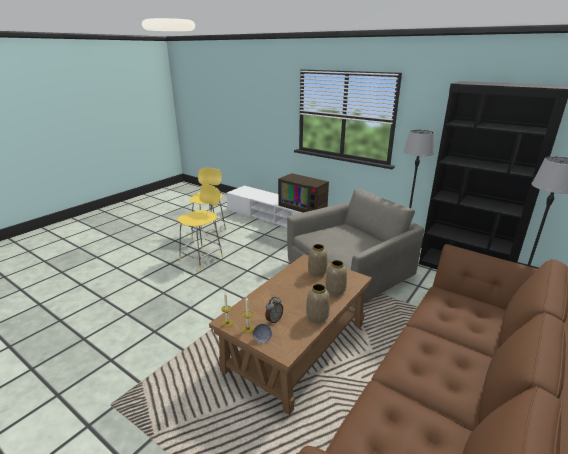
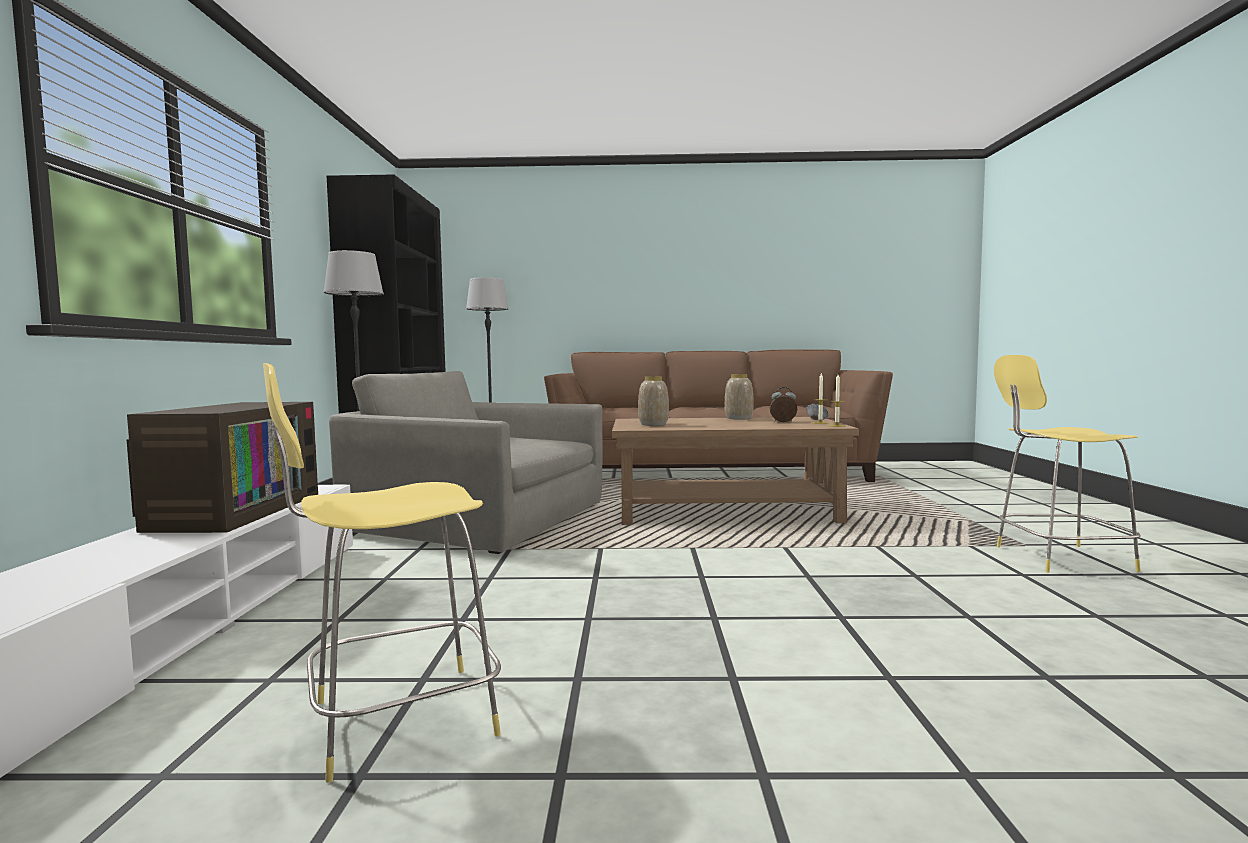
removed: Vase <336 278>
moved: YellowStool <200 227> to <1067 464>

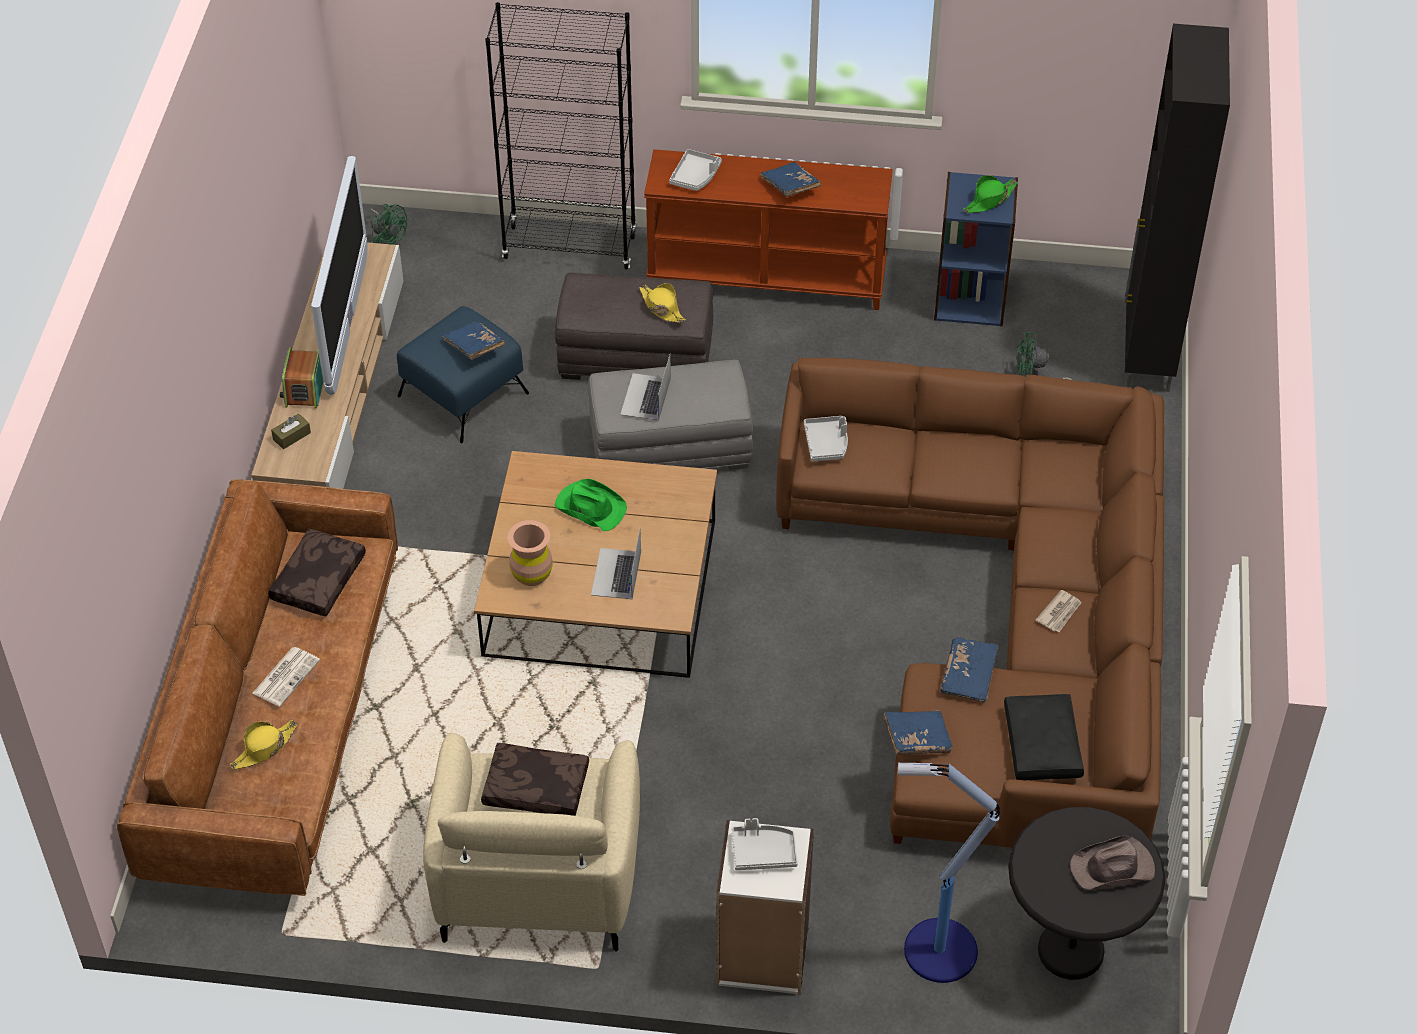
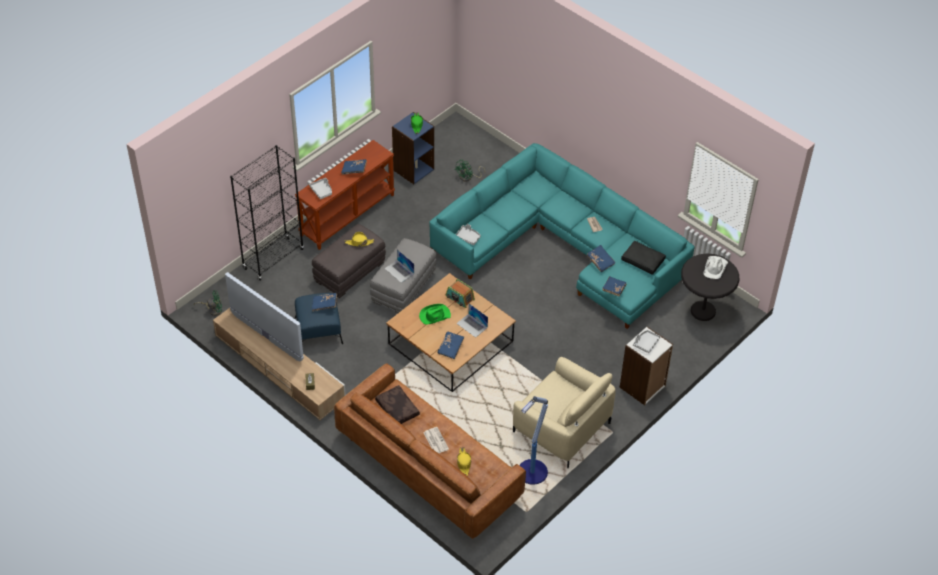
removed: BrownPillow <535 779>; BlackCabinet <1177 208>
moved: Radio <301 378> to <460 293>; FloorLamp <949 873> to <533 440>
replaced: BrownVase <530 553> to BlueBook <450 345>
recoloured: BrownSofa <970 603> to TurquoiseSofa <562 236>; BrownHat <1112 863> to WhiteHat <715 267>

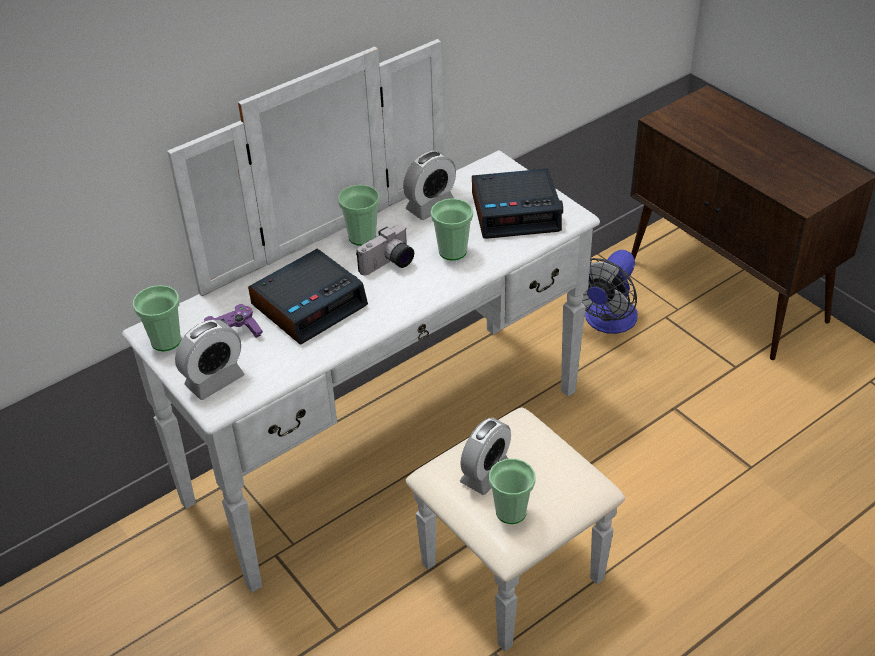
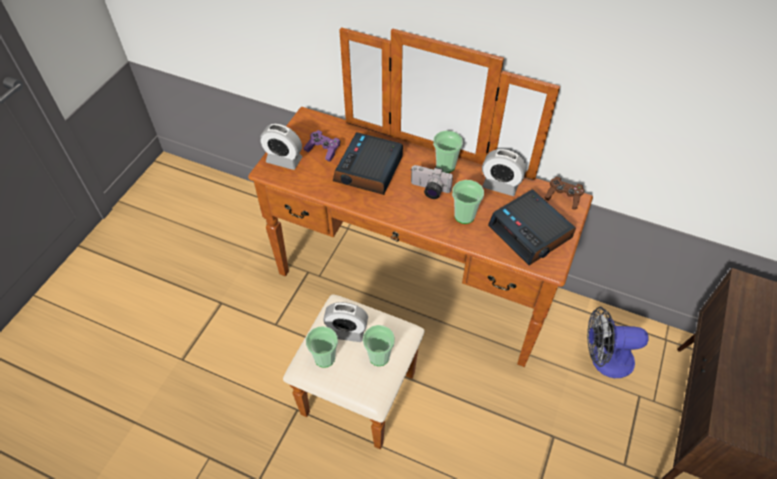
added: BrownGameController <564 193>
moved: Cup <157 318> to <379 345>
recoloured: WhiteDresser <373 345> to BrownDresser <420 238>
turned: AlarmClock <308 297> = <368 163> 90 degrees clockwise

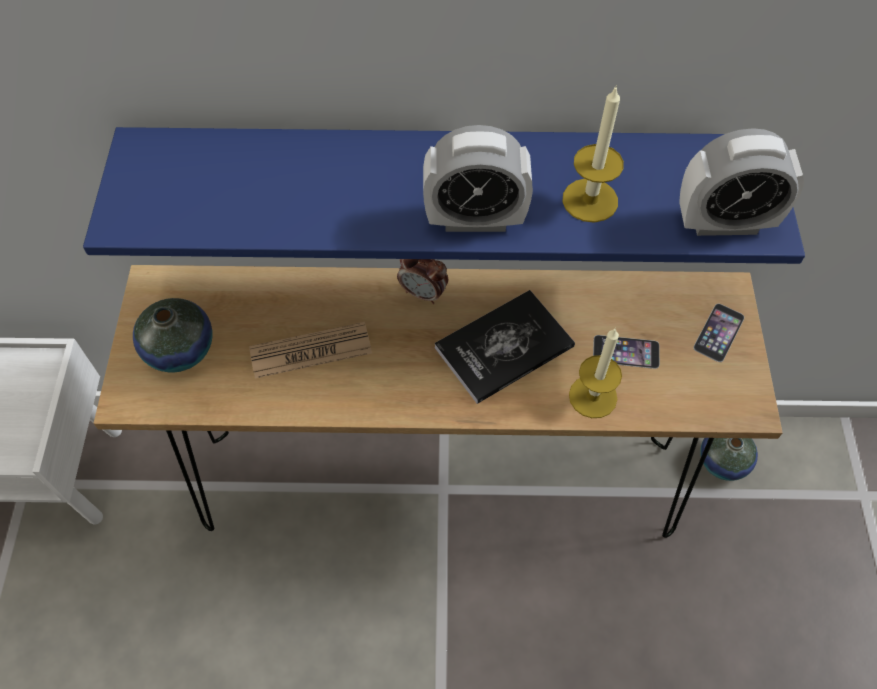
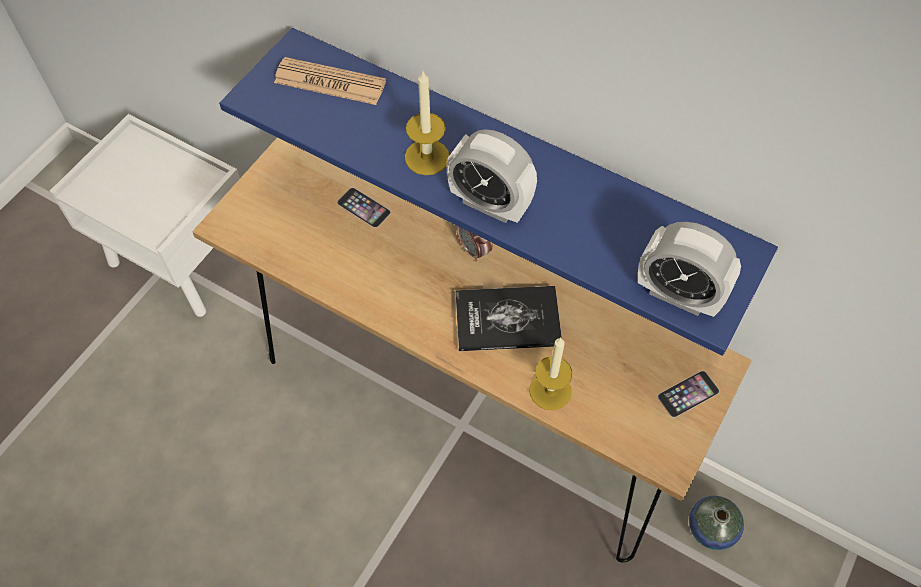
removed: Vase <173 335>
moved: Newspaper <310 350> to <330 81>; Candle <593 154> to <427 123>; Phone <626 352> to <364 208>

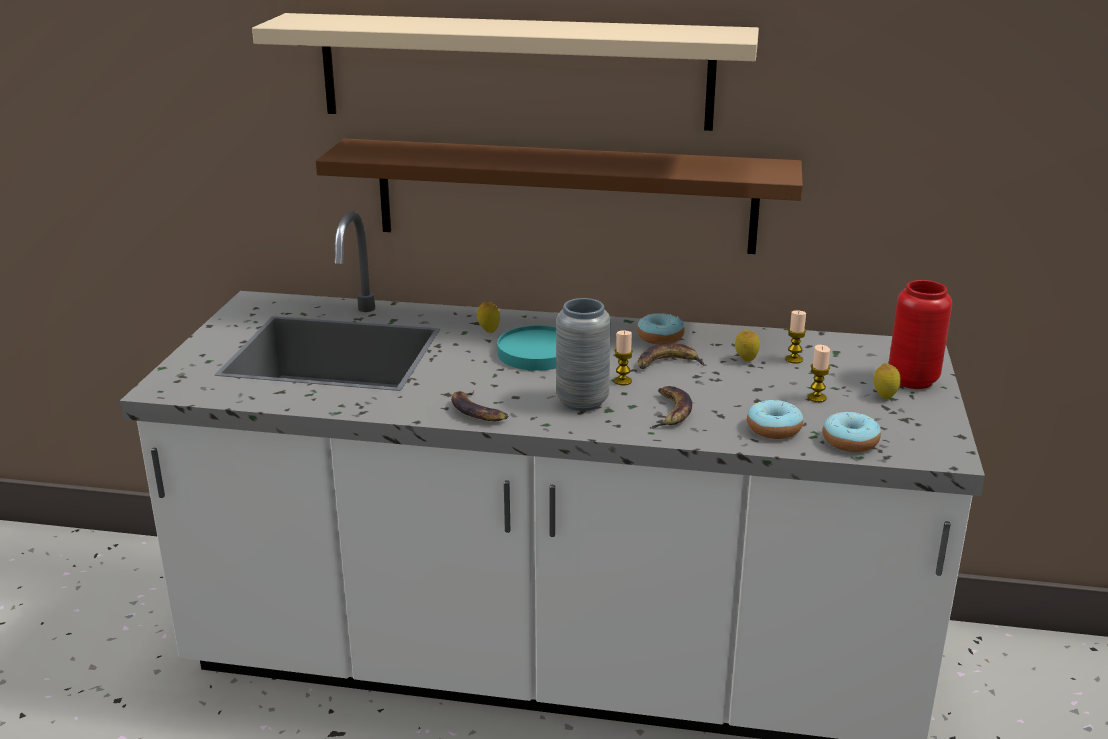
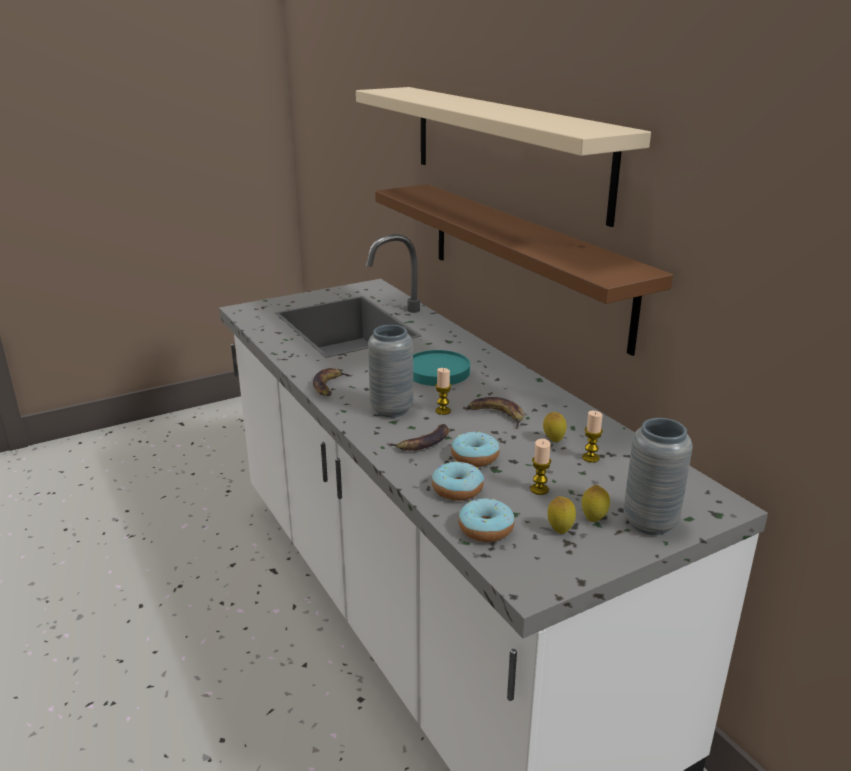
moved: Lemon <488 317> to <561 515>; Donut <661 329> to <475 449>
recoloured: RedVase <920 334> to GreyVase <657 476>

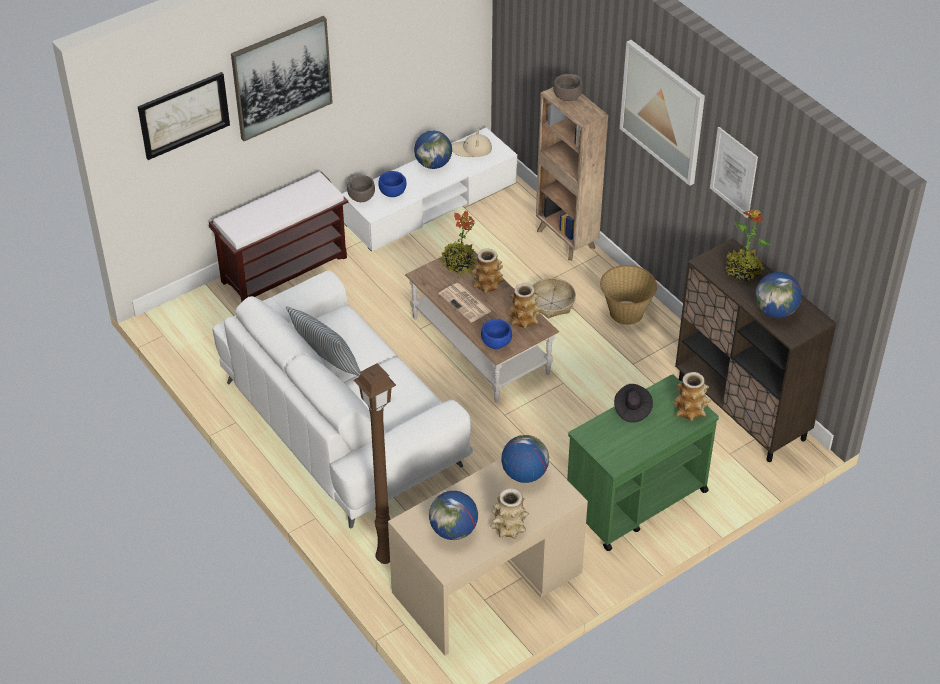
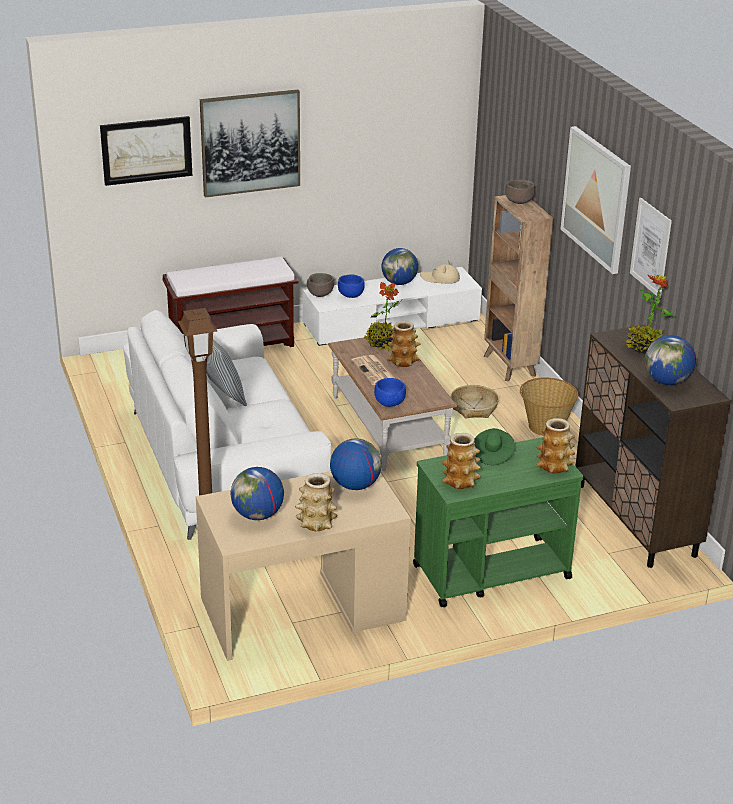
moved: Vase <525 306> to <461 461>
recoloured: BlackHat <633 403> to GreenHat <494 446>

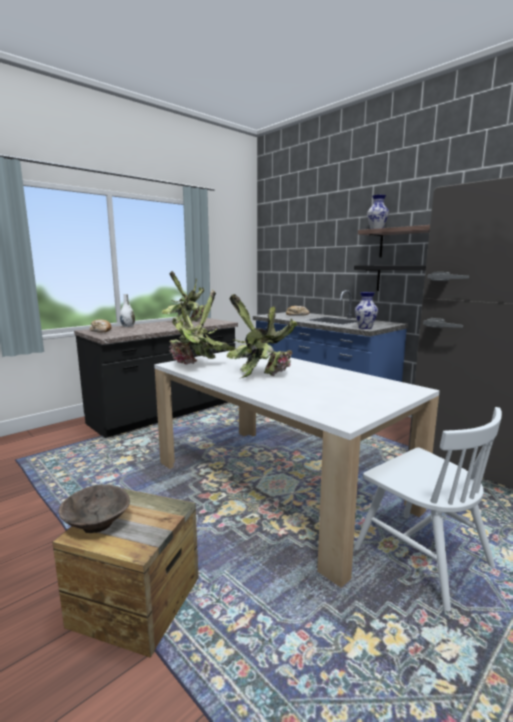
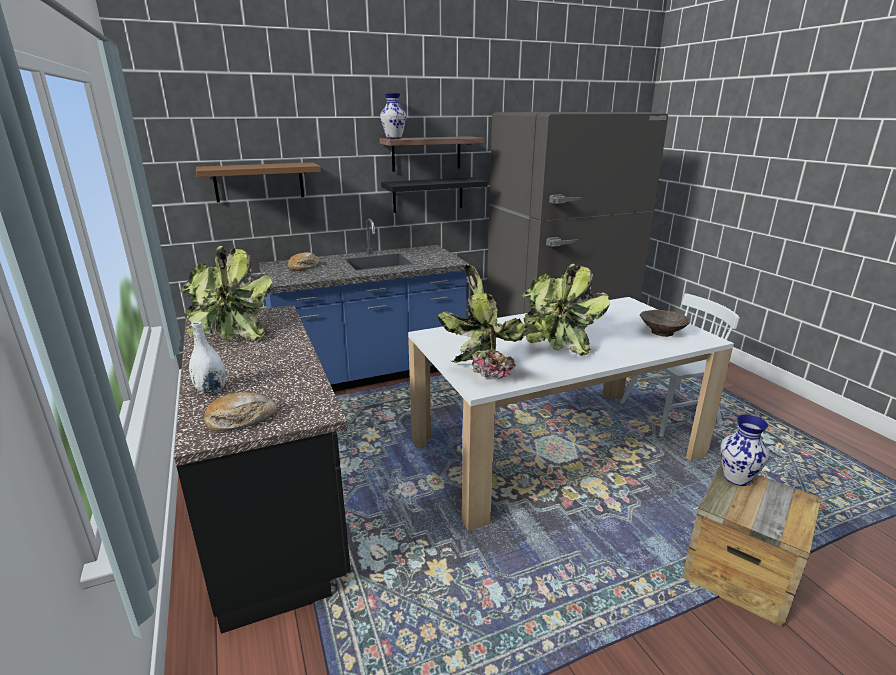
added: BrownShelf <258 182>
moved: BrownBowl <94 508> to <665 323>; Vase <366 310> to <744 450>

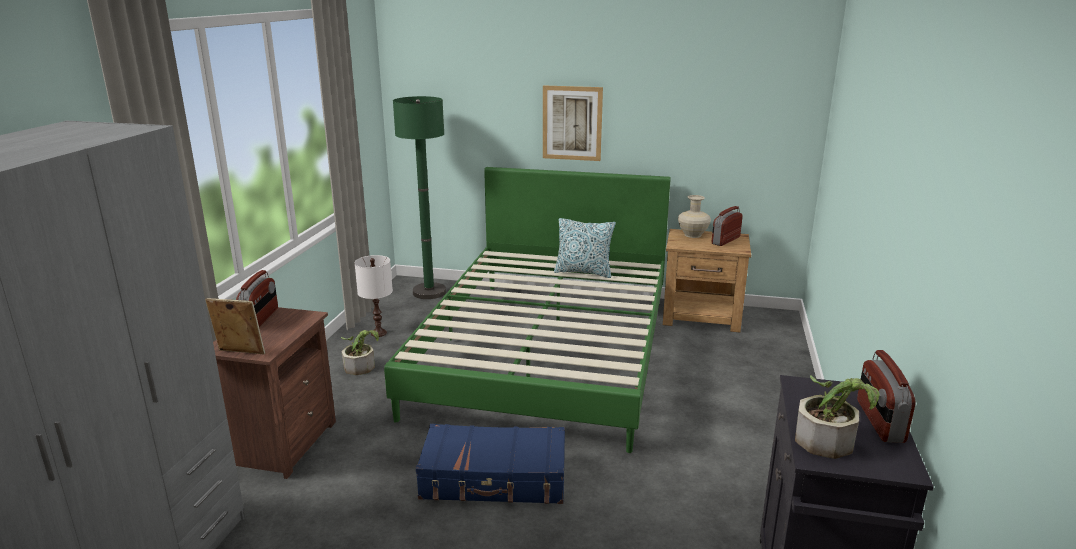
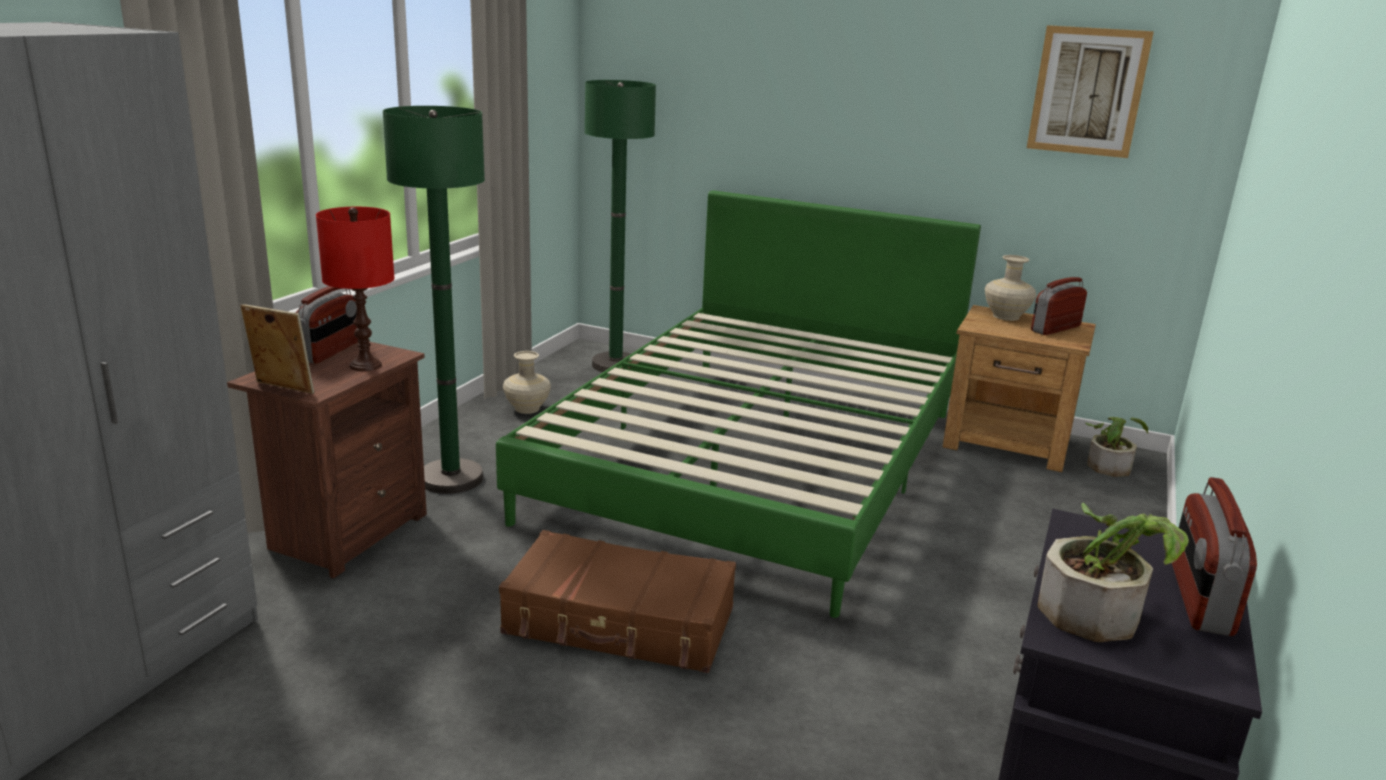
removed: Pillow <585 248>
added: RedTableLamp <355 289>; GreenFloorLamp <434 300>
moved: PottedPlant <360 352> to <1116 447>; Picture <573 123> to <1090 91>
replaced: WhiteTableLamp <373 296> to BeigeVase <527 382>
recoloured: BlueSuitcase <490 464> to BrownSuitcase <617 601>

